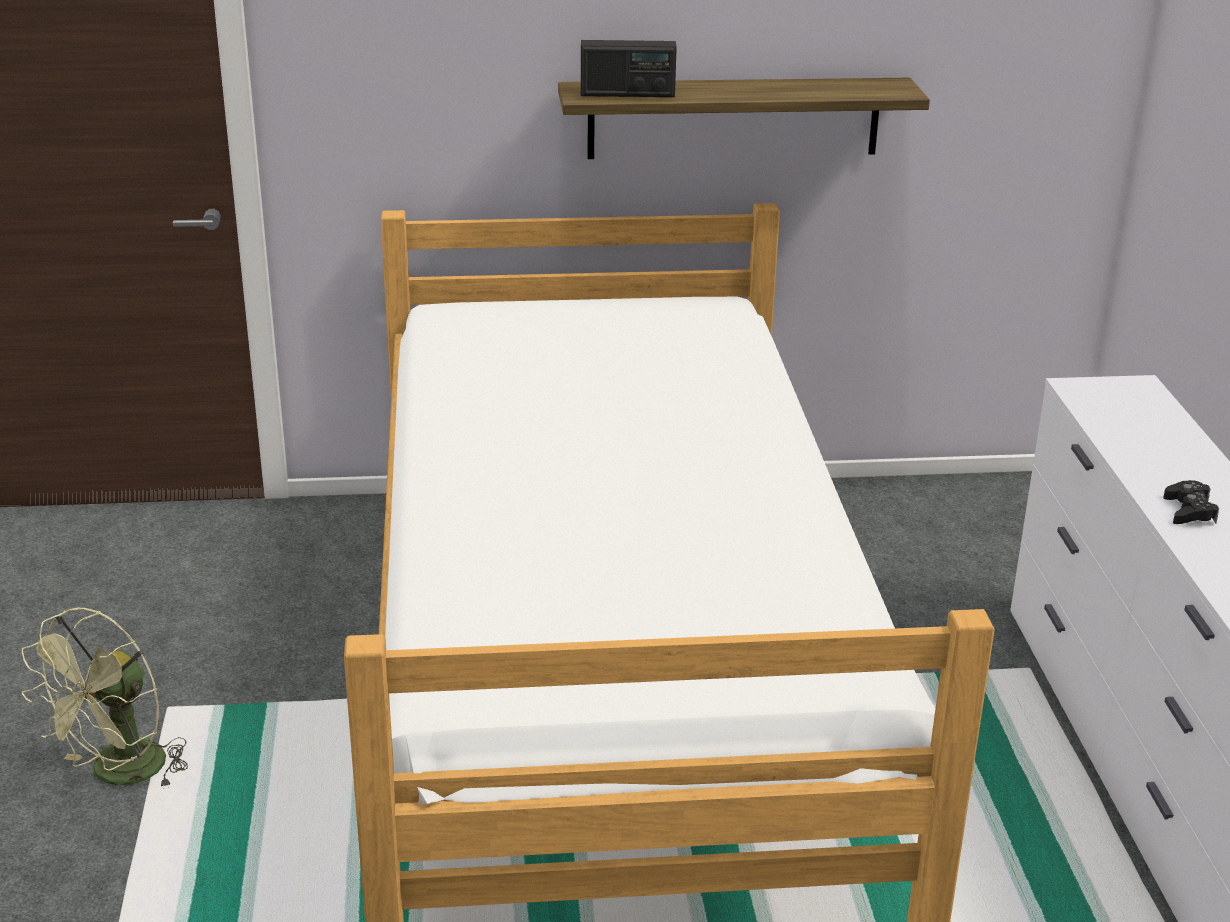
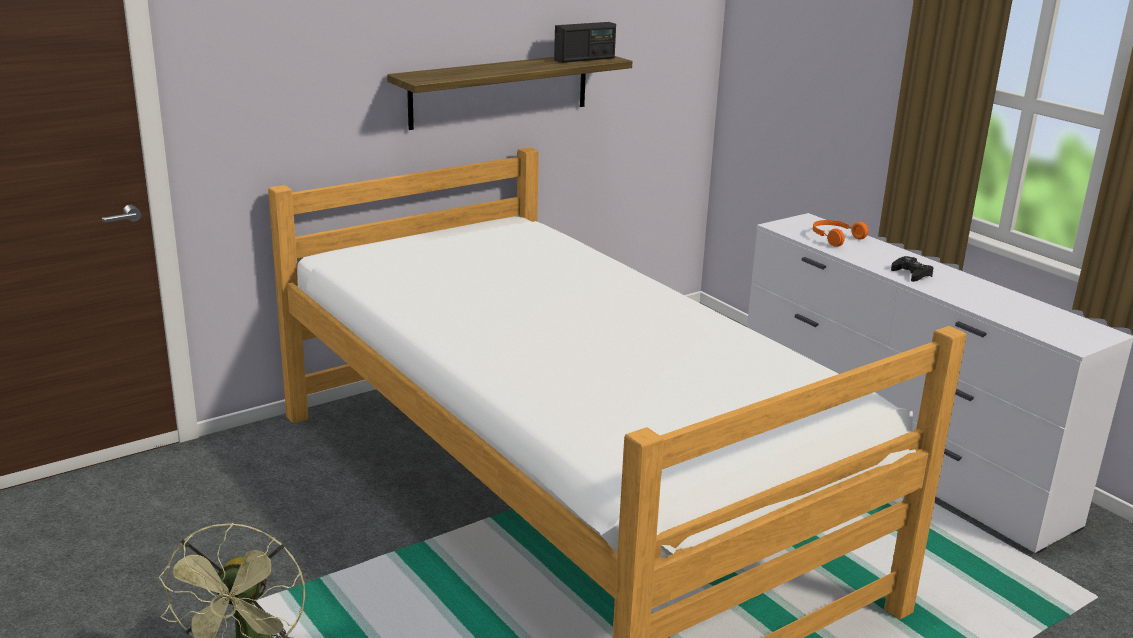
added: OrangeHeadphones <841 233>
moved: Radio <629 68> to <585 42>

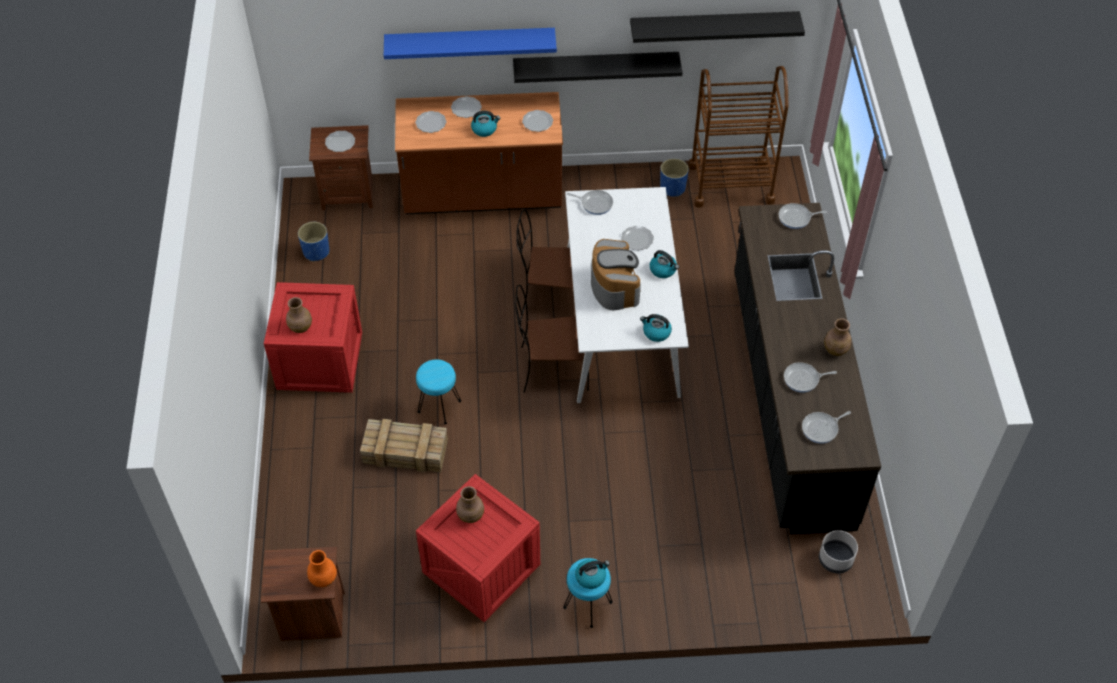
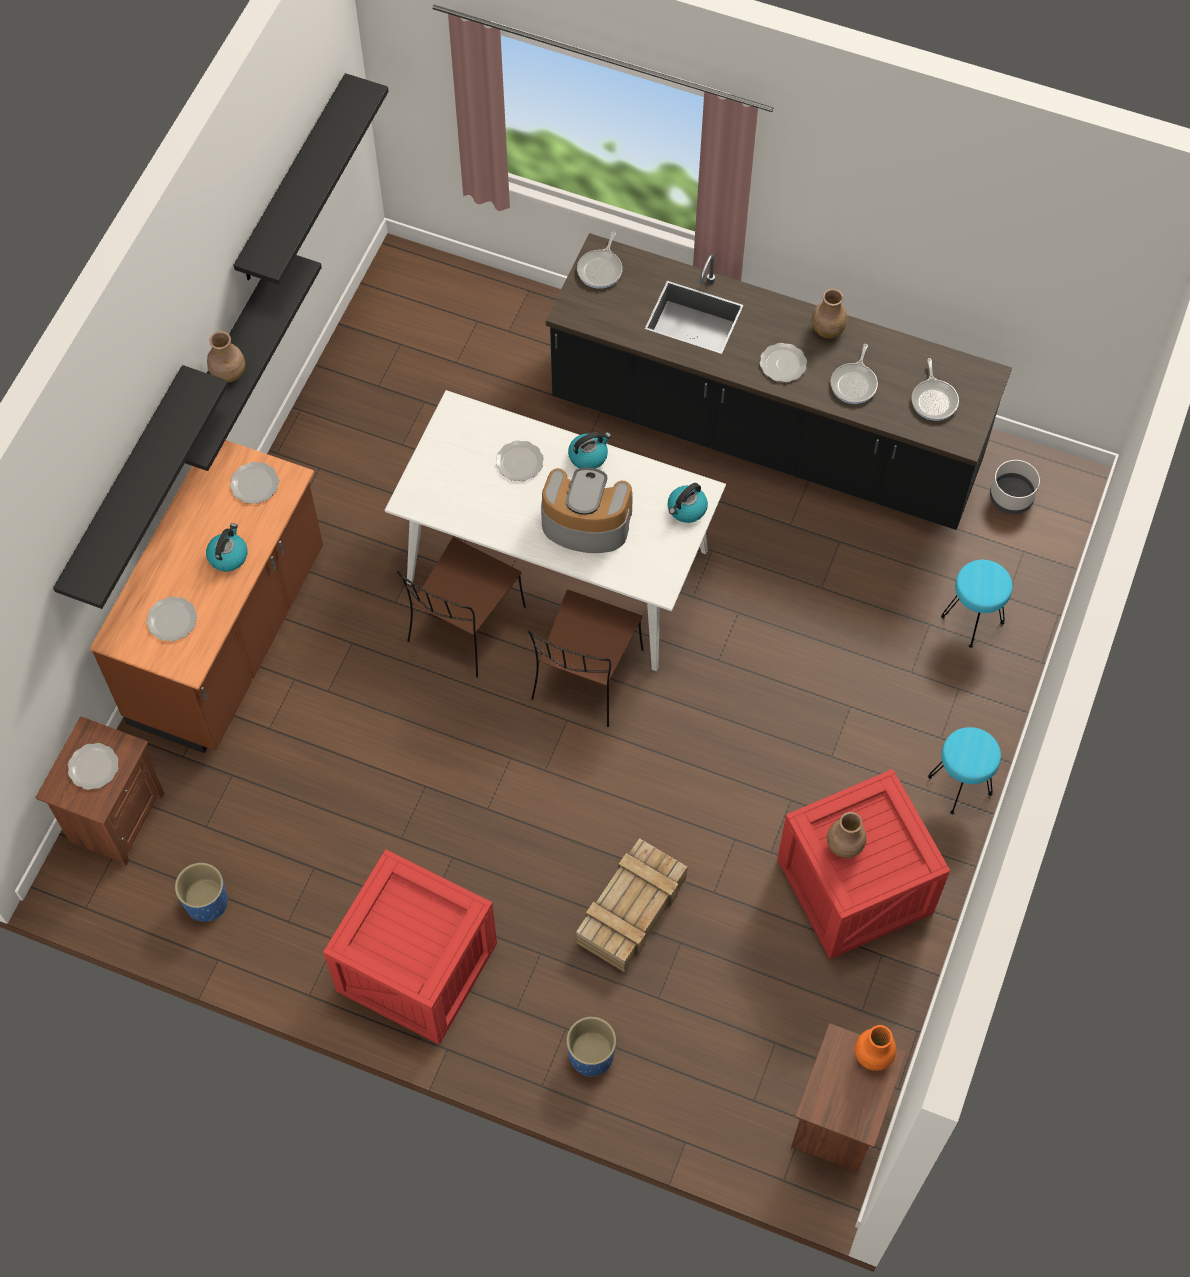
removed: FryingPan <590 202>; Kettle <592 574>; BrownCart <738 137>
moved: BrownVase <299 315> to <226 357>; TurquoiseStool <438 391> to <977 604>; Plate <466 107> to <783 362>; BluePlanter <674 177> to <591 1047>
recoloured: BlueShelf <470 43> to BlackShelf <141 487>

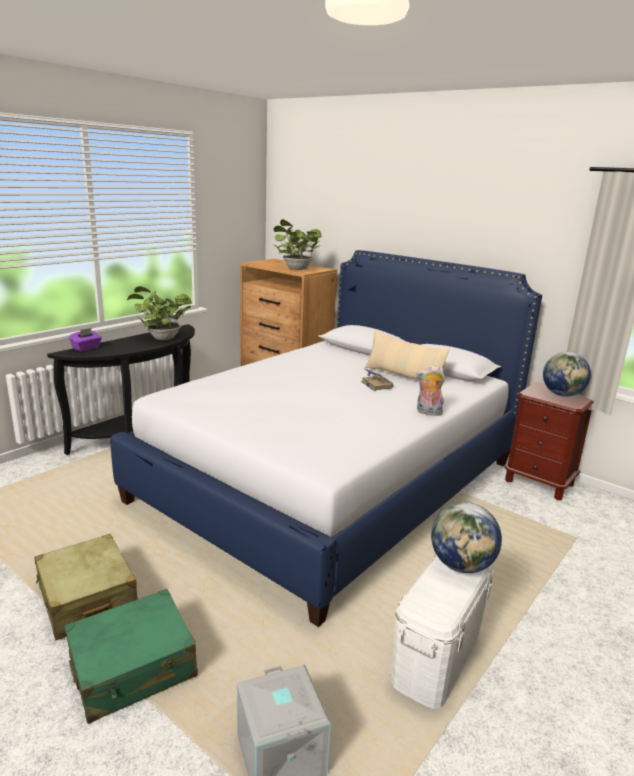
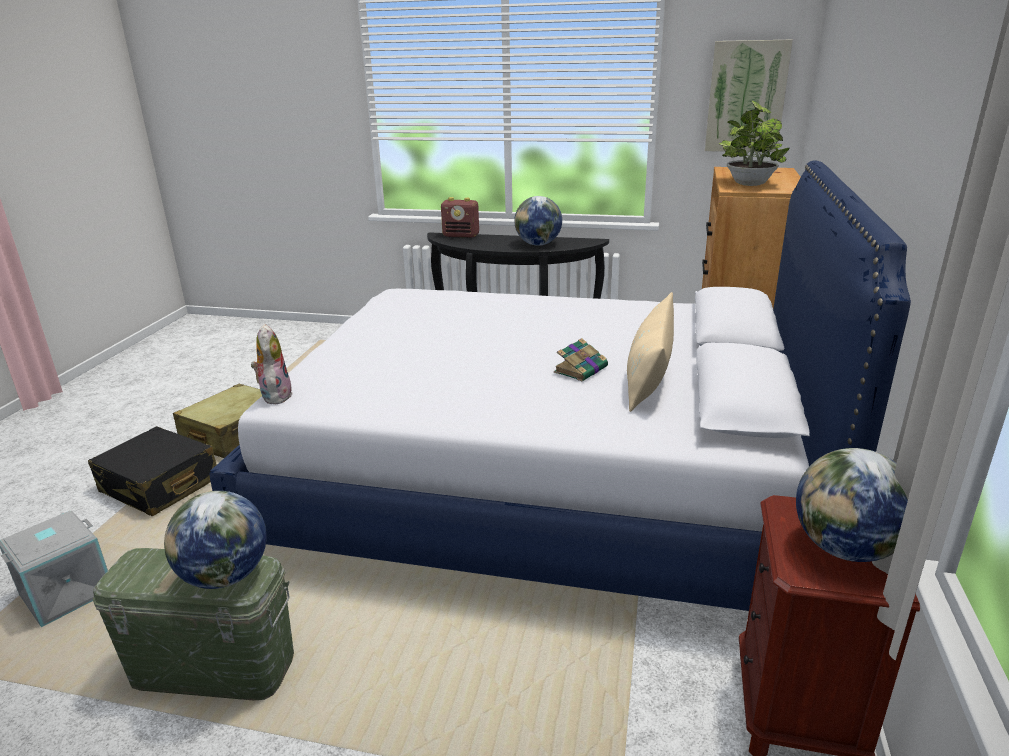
added: Picture <749 95>
moved: PlushToy <430 390> to <272 364>
replaced: PurpleTissueBox <85 339> to Radio <460 217>; PottedPlant <159 313> to Globe <538 221>
recoloured: GreenSuitcase <131 656> to BlackSuitcase <152 471>; WhiteStorageBox <443 631> to GreenStorageBox <193 624>

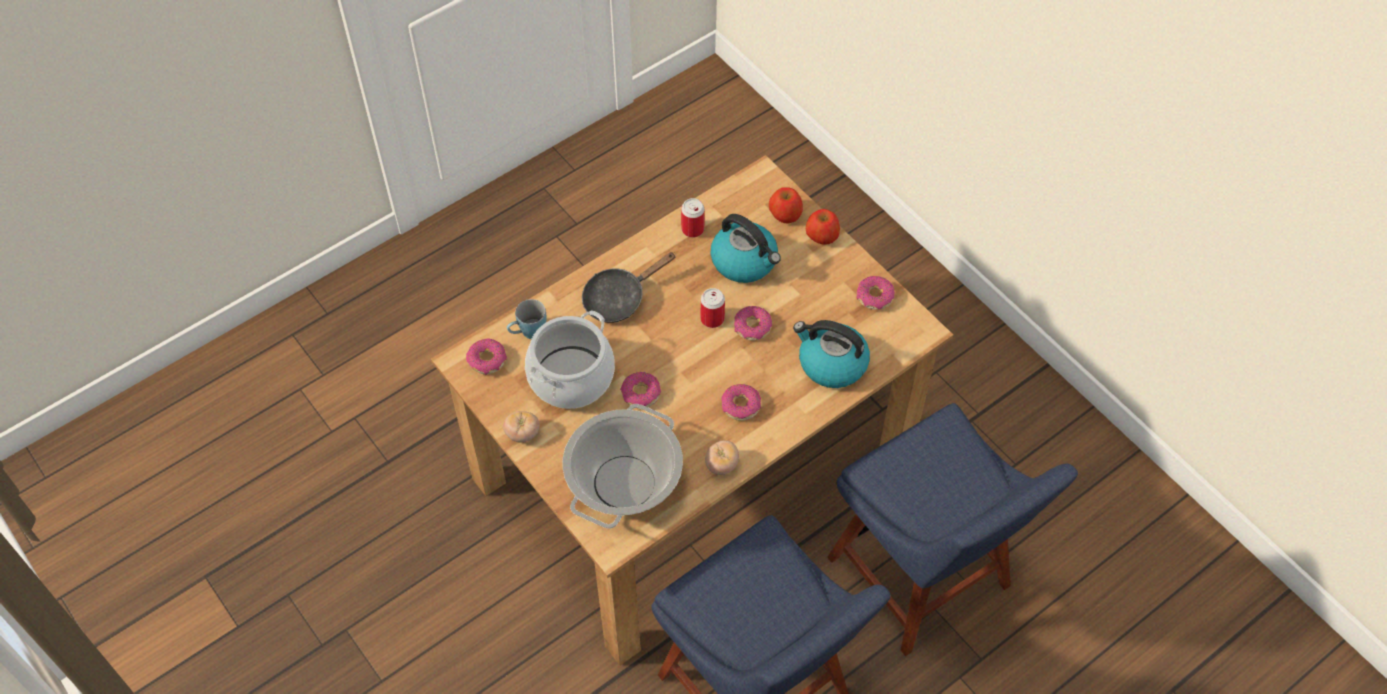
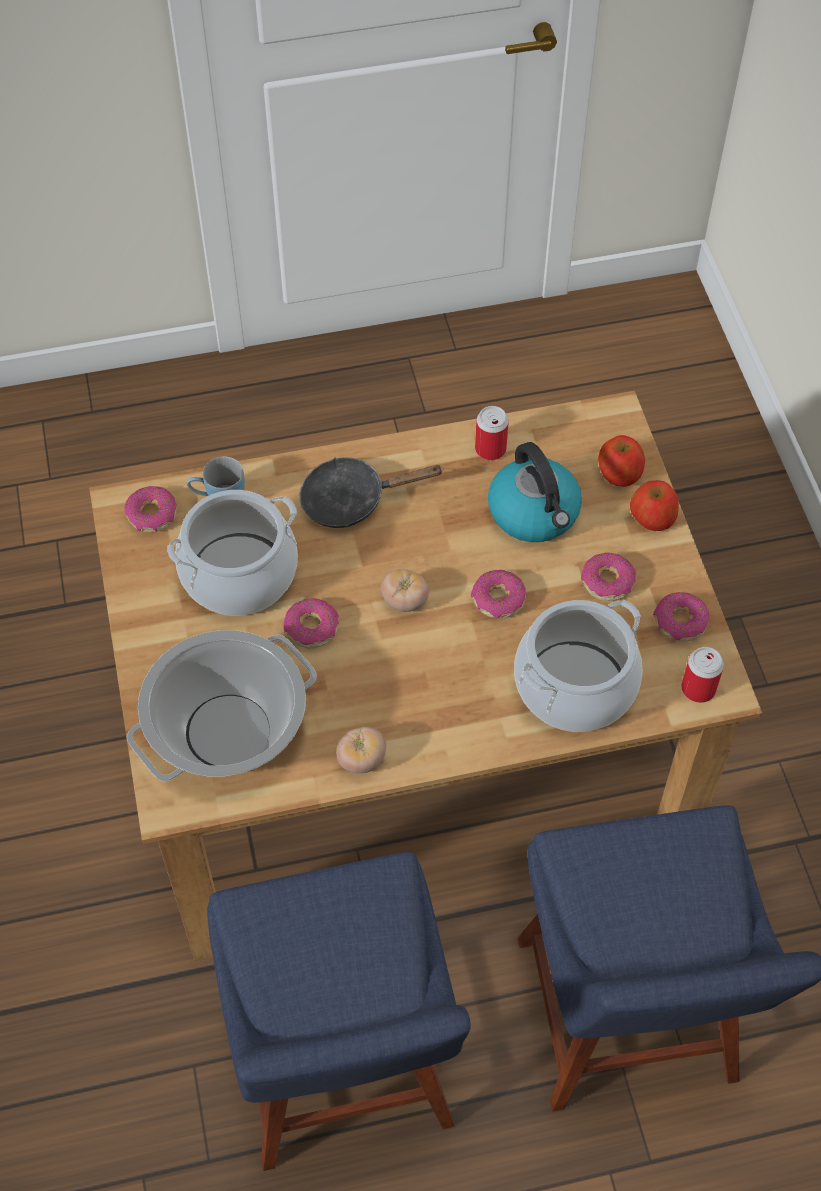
moved: Tomato <521 427> to <405 590>; Can <713 308> to <702 675>; Donut <741 402> to <608 577>
replaced: Kettle <831 354> to CookingPot <578 666>

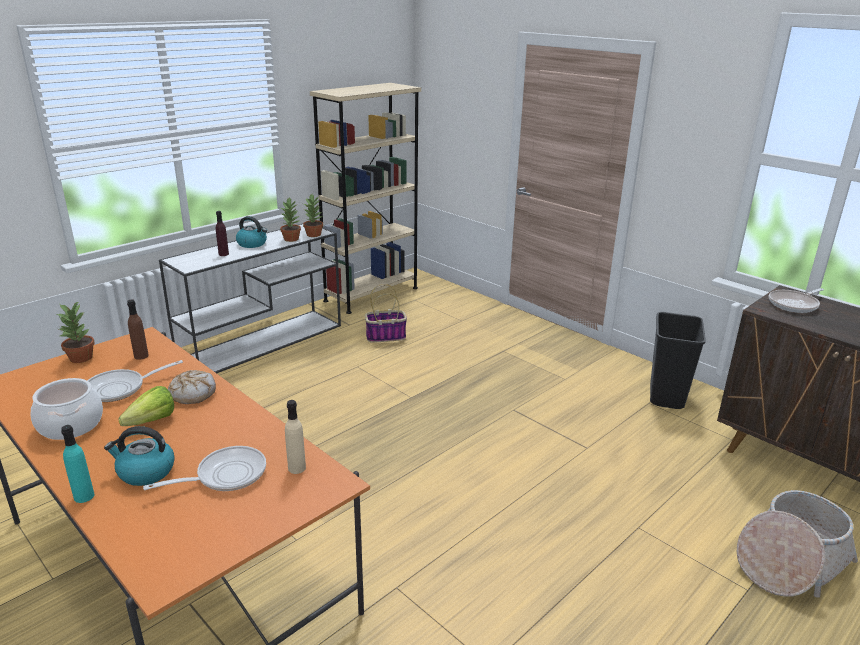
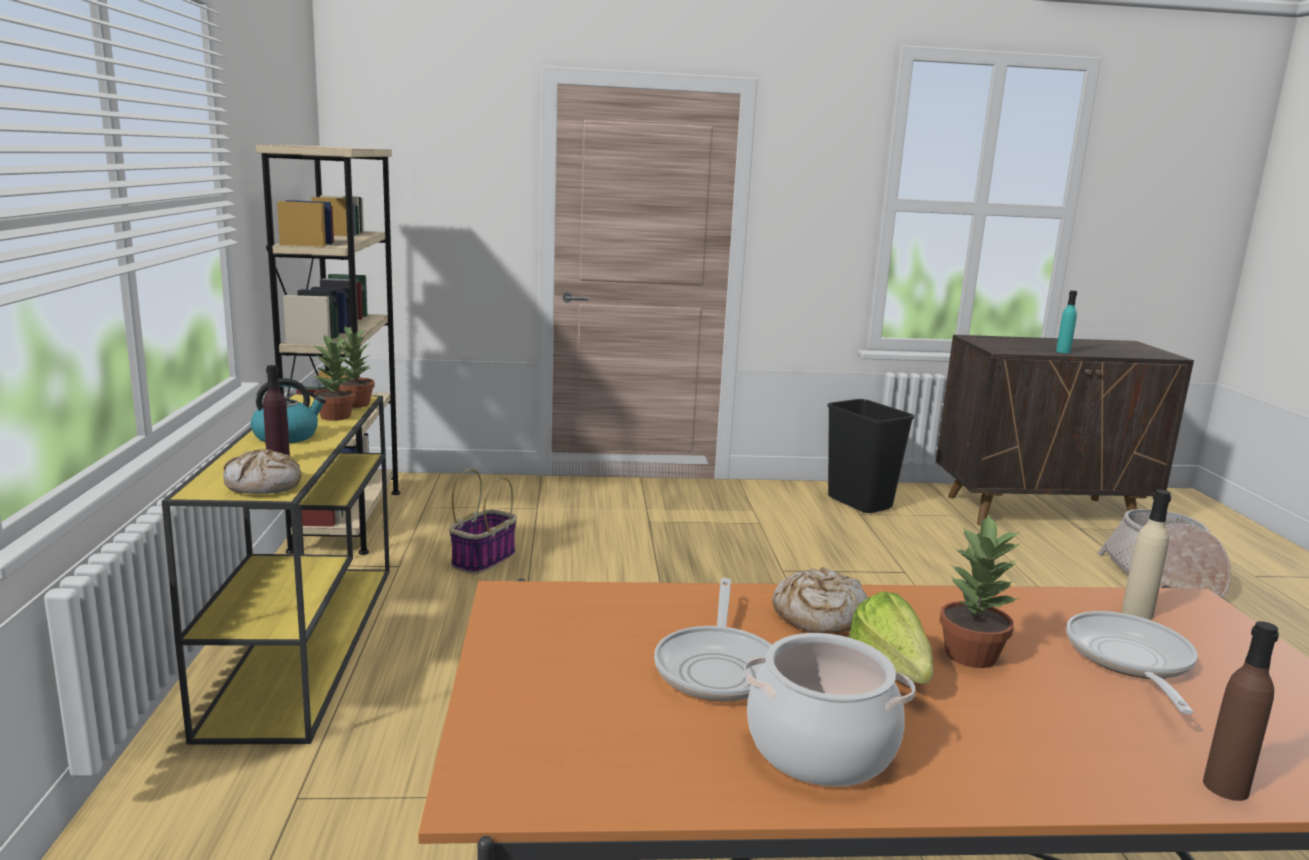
removed: Kettle <139 456>; FryingPan <796 300>
added: Bread <262 471>
moved: PottedPlant <76 332> to <980 591>; TurquoiseBottle <77 464> to <1066 321>; BrownBottle <138 330> to <1241 711>
recoloured: WhiteConsoleTable <250 298> to YellowConsoleTable <276 569>

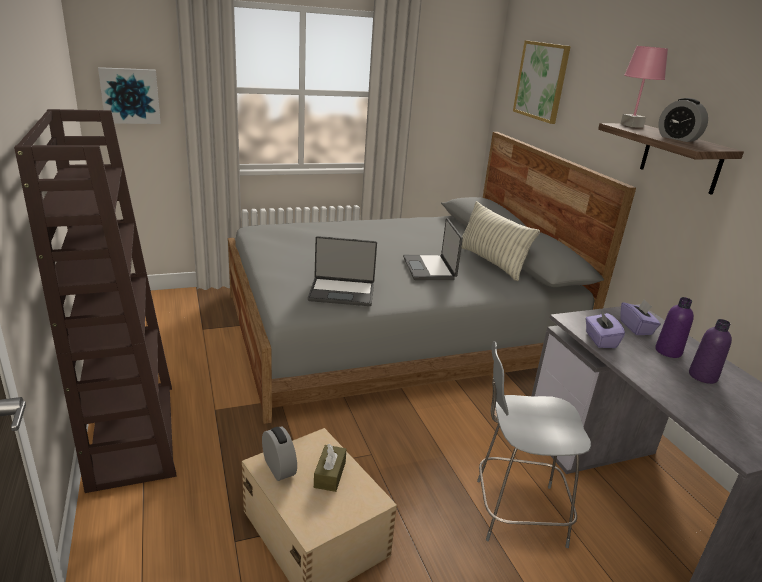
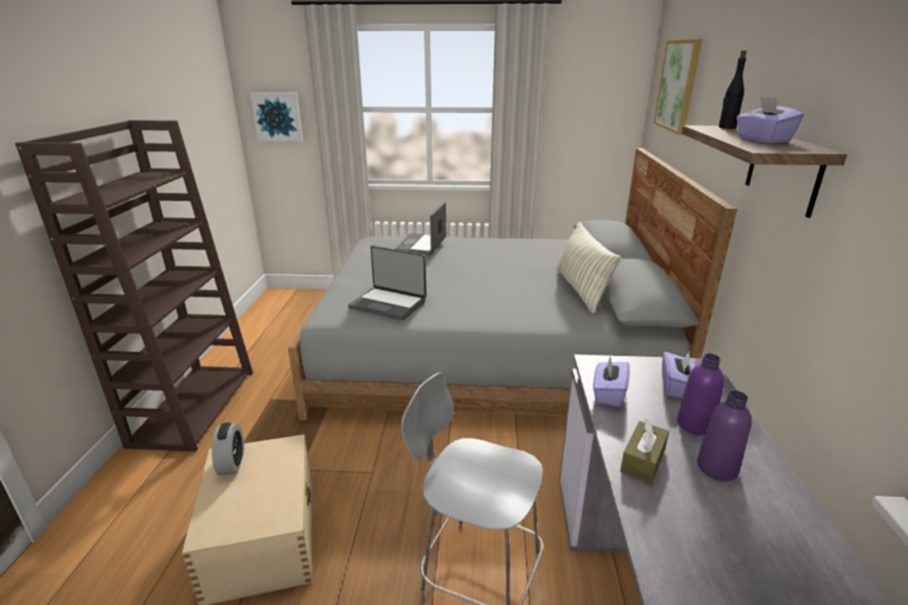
moved: BrownTissueBox <330 468> to <644 451>; Laptop <433 249> to <420 228>
replaced: PinkTableLamp <644 86> to BlackBottle <733 90>; AlarmClock <683 120> to PurpleTissueBox <770 120>

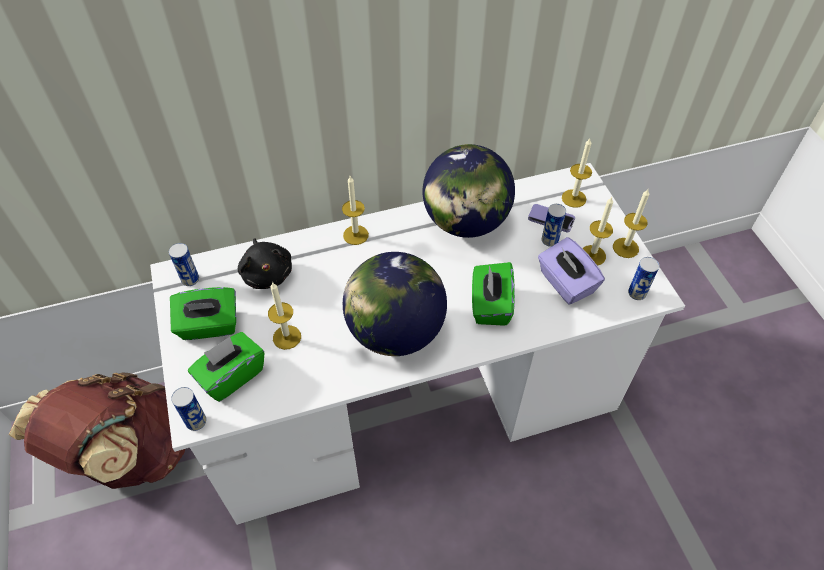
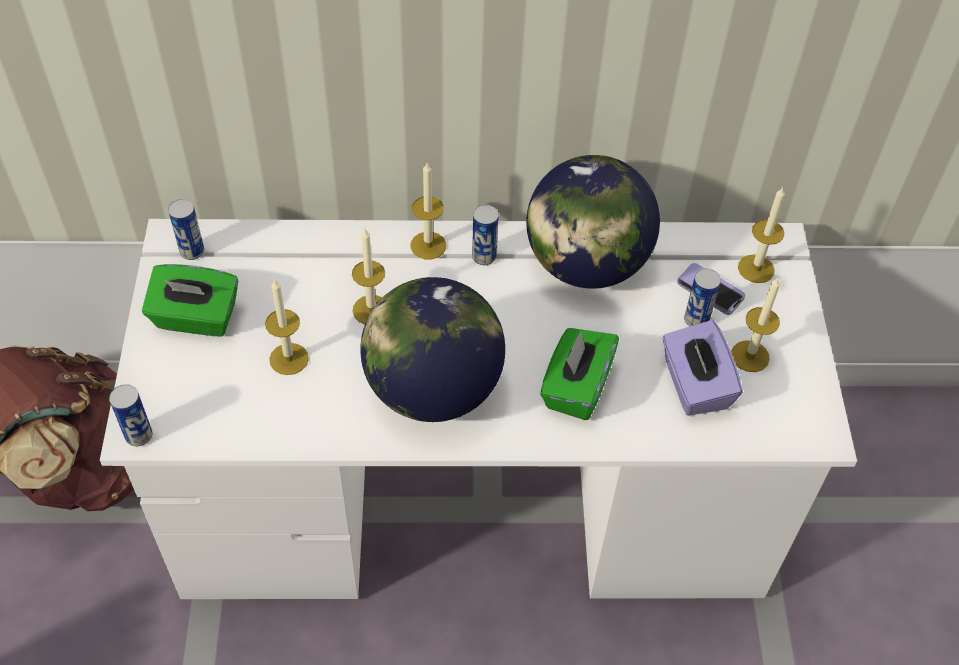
removed: GreenTissueBox <226 367>; BlackPlushToy <265 263>
moved: Candle <631 223> to <368 276>; Can <643 278> to <485 235>

